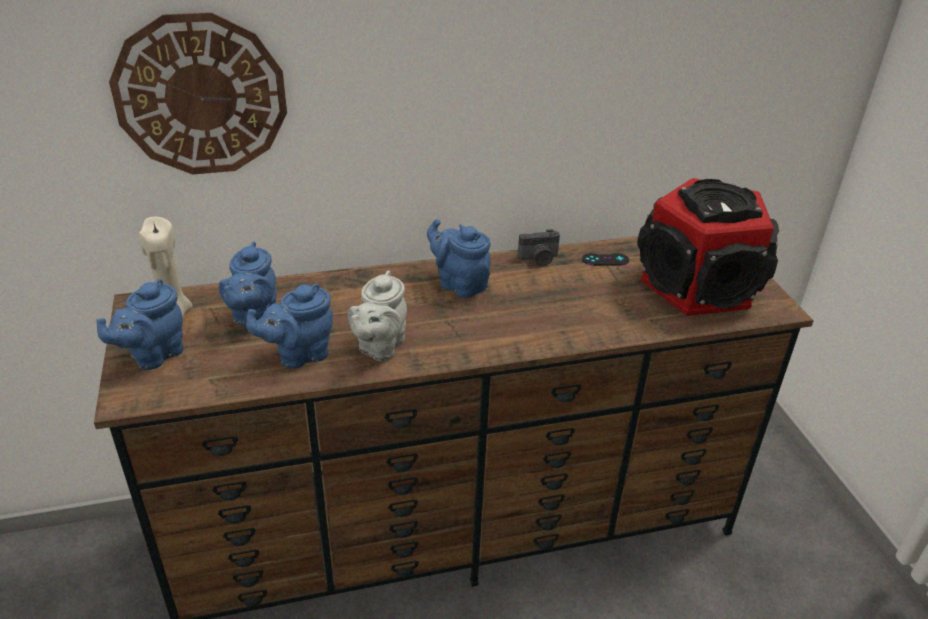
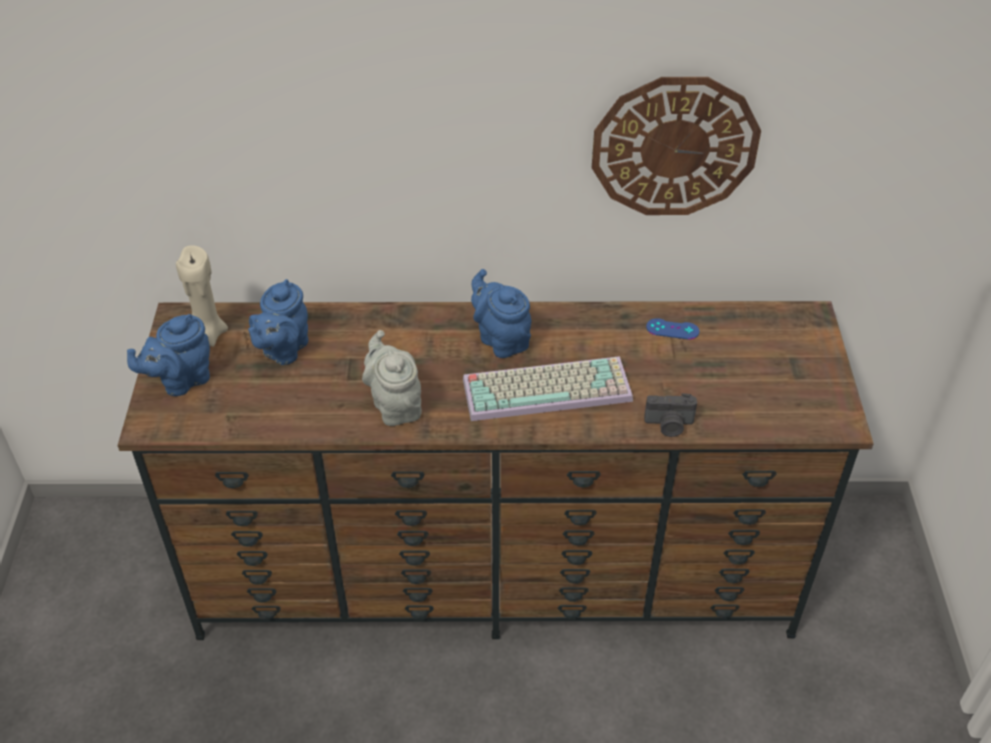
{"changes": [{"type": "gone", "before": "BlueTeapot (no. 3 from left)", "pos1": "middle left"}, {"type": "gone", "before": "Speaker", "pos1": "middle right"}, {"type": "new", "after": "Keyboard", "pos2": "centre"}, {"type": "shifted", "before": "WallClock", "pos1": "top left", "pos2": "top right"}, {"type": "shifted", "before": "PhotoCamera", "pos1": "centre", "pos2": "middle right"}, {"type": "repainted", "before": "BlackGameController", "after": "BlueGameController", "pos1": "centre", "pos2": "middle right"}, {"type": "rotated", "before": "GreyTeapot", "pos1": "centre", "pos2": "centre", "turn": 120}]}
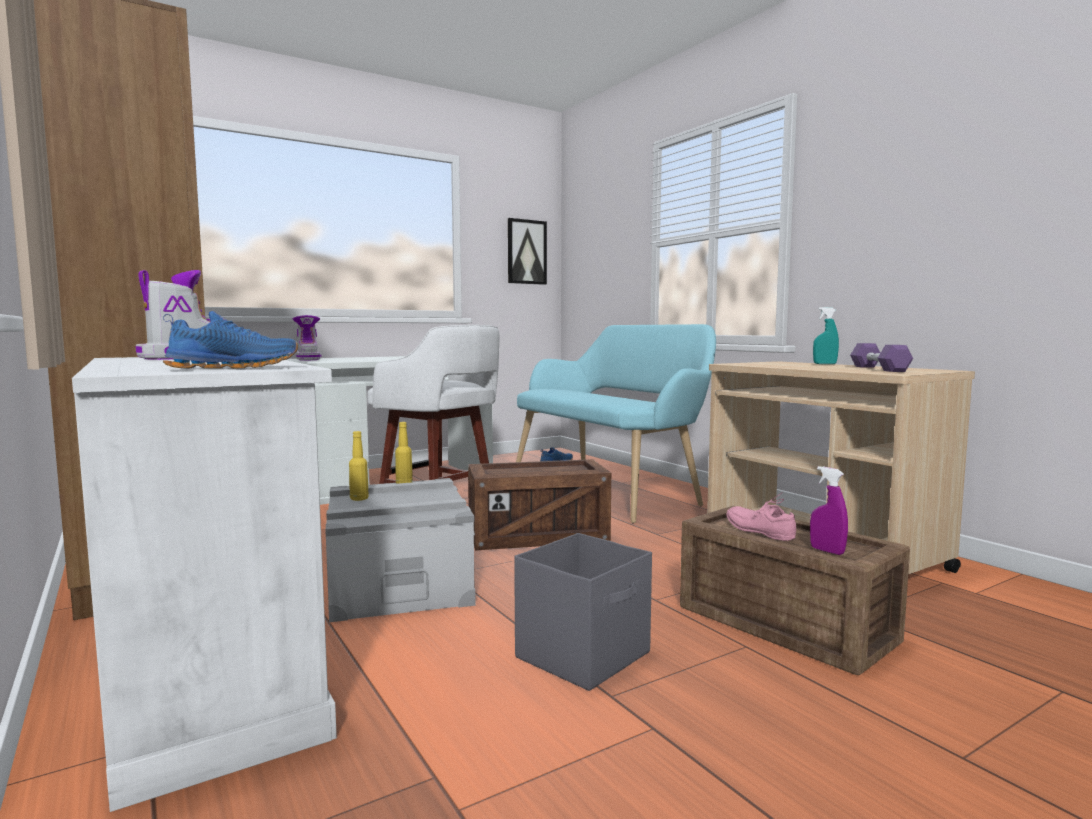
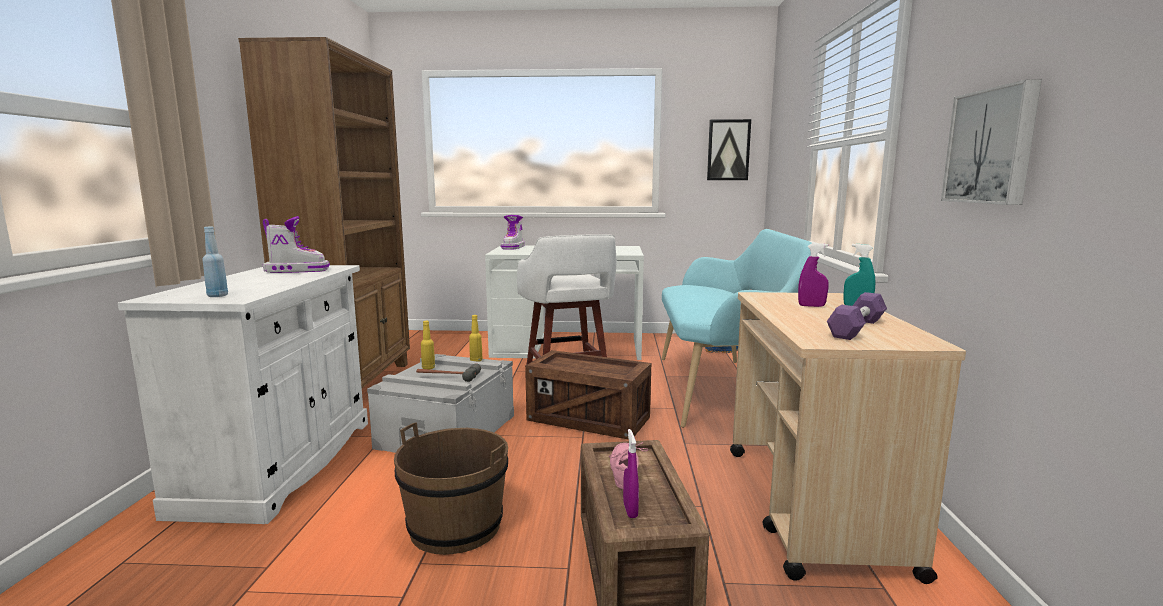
{"changes": [{"type": "new", "after": "Hammer", "pos2": "centre"}, {"type": "new", "after": "PurpleSprayBottle (no. 2 from left)", "pos2": "middle right"}, {"type": "new", "after": "Picture (no. 2 from left)", "pos2": "top right"}, {"type": "swapped", "before": "BlueShoe (no. 1 from left)", "after": "BlueBottle", "pos1": "middle left", "pos2": "middle left"}, {"type": "swapped", "before": "GreyStorageBox (no. 2 from left)", "after": "BrownBucket", "pos1": "bottom centre", "pos2": "bottom centre"}]}
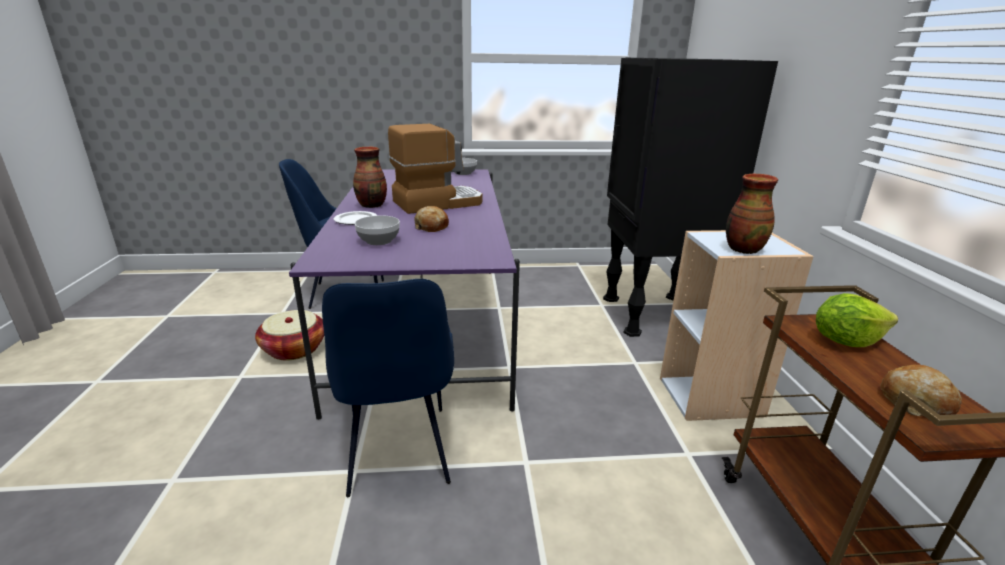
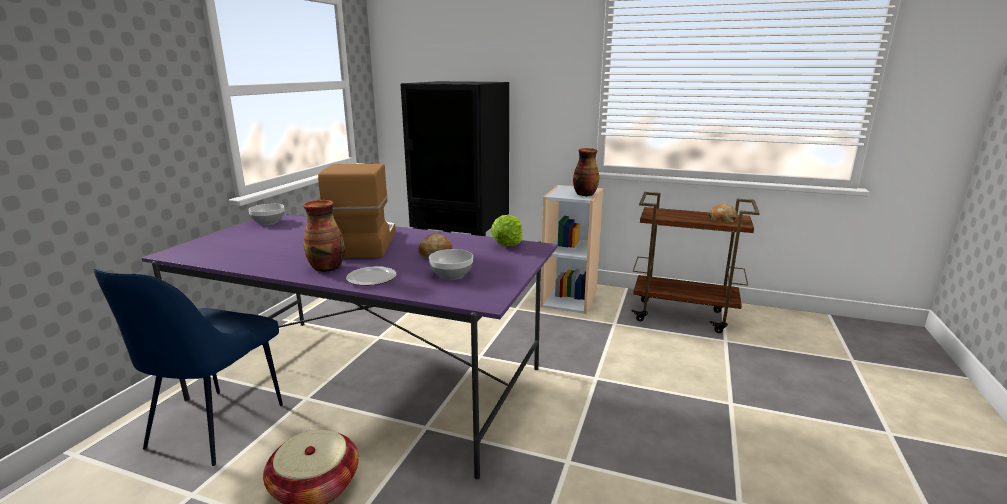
{"changes": [{"type": "gone", "before": "BlueChair (no. 2 from left)", "pos1": "bottom centre"}, {"type": "shifted", "before": "Lettuce", "pos1": "middle right", "pos2": "centre"}]}
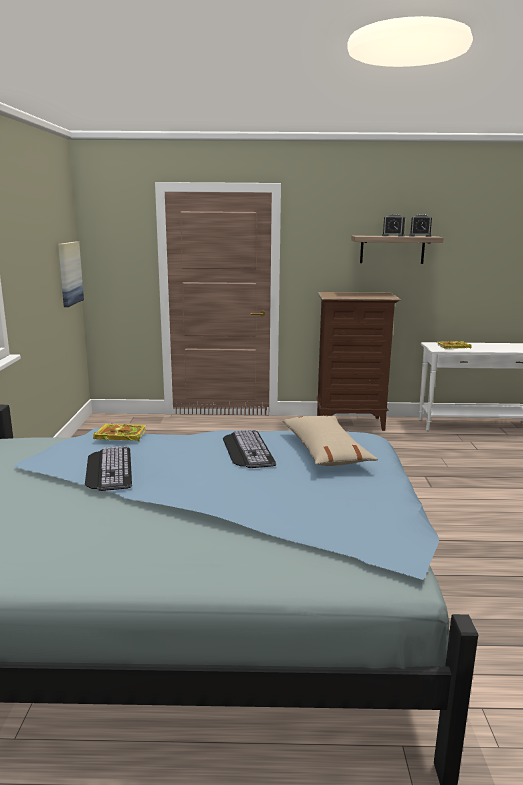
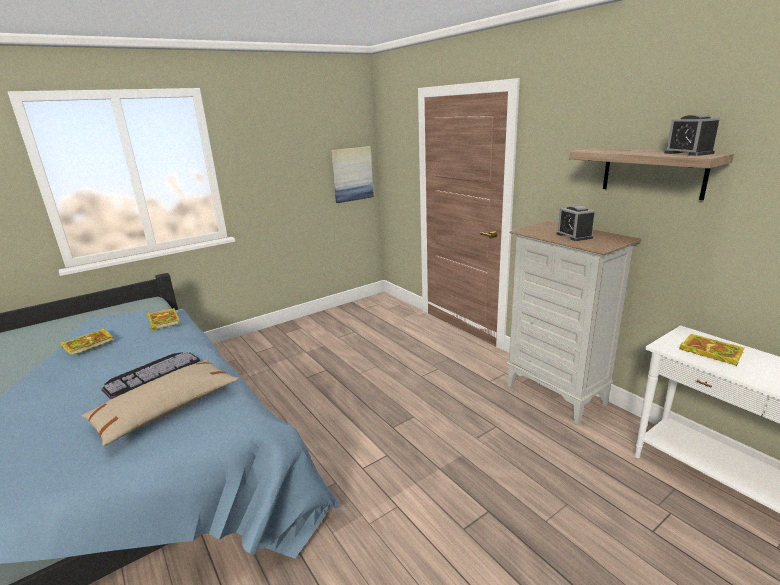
{"changes": [{"type": "shifted", "before": "AlarmClock (no. 1 from left)", "pos1": "top right", "pos2": "middle right"}, {"type": "swapped", "before": "Keyboard (no. 1 from left)", "after": "Book (no. 1 from left)", "pos1": "middle left", "pos2": "middle left"}, {"type": "repainted", "before": "BrownDresser", "after": "WhiteDresser", "pos1": "middle right", "pos2": "middle right"}]}
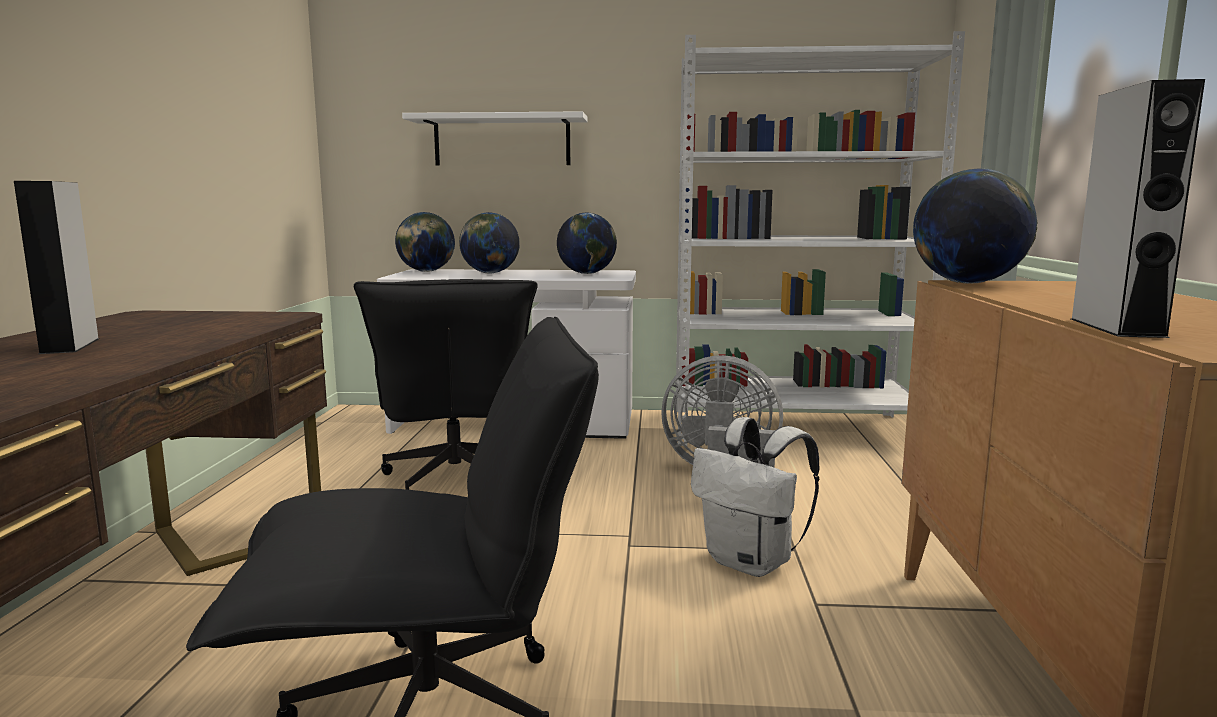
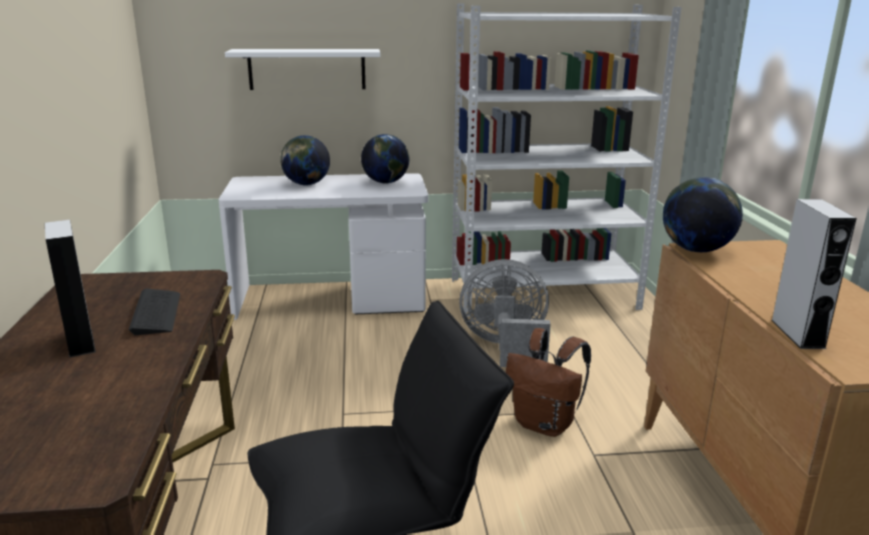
{"changes": [{"type": "gone", "before": "BlackOfficeChair (no. 2 from left)", "pos1": "centre"}, {"type": "gone", "before": "Globe (no. 1 from left)", "pos1": "centre"}, {"type": "new", "after": "Keyboard", "pos2": "middle left"}, {"type": "repainted", "before": "WhiteBackpack", "after": "BrownBackpack", "pos1": "bottom centre", "pos2": "bottom centre"}]}
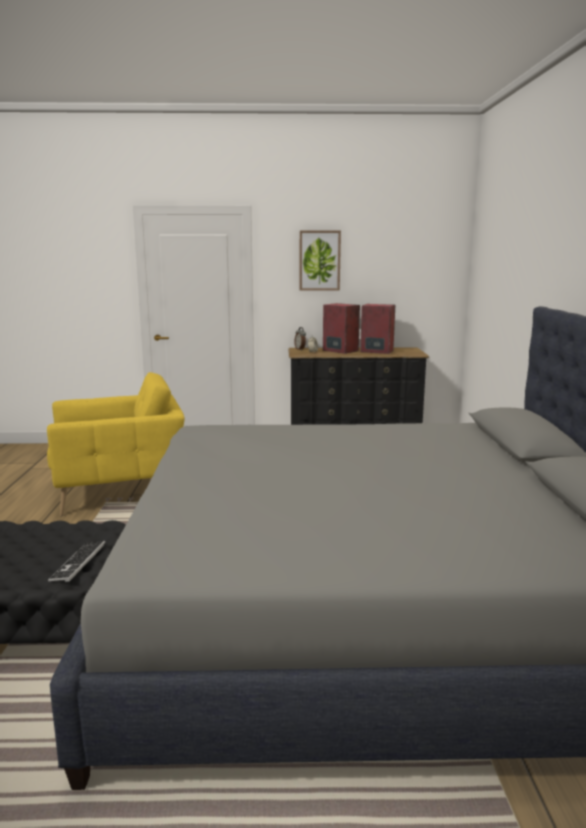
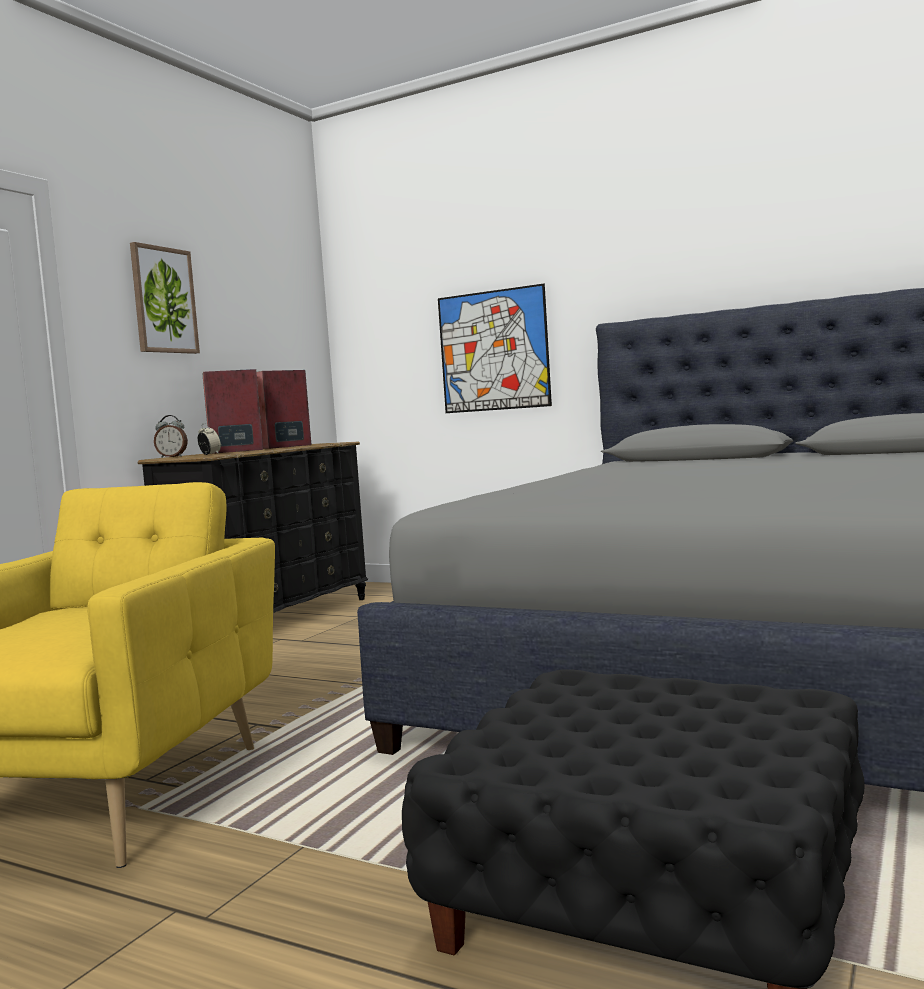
{"changes": [{"type": "gone", "before": "Keyboard", "pos1": "bottom left"}, {"type": "new", "after": "Picture (no. 2 from left)", "pos2": "centre"}]}
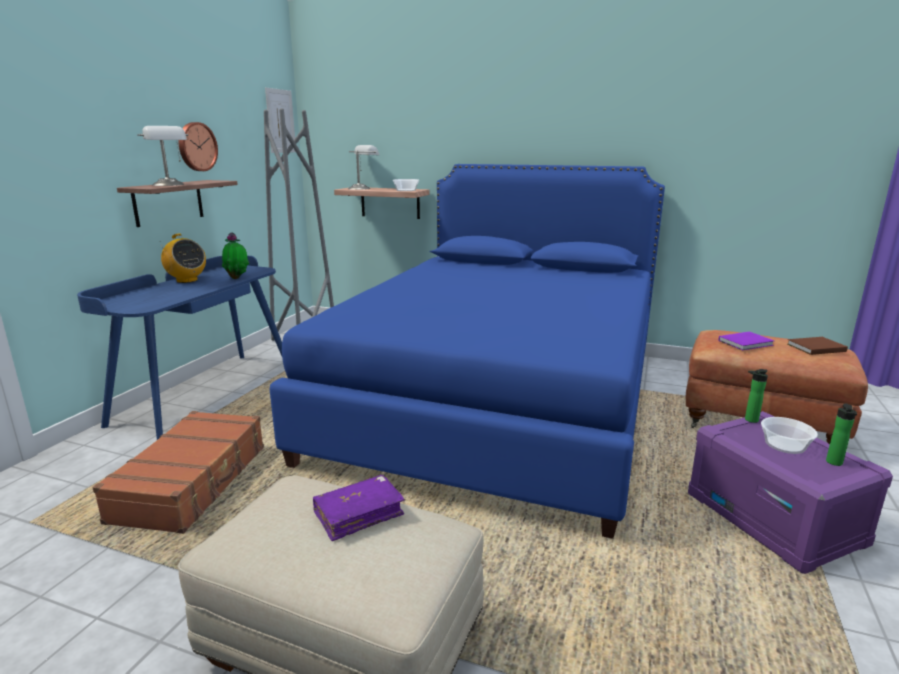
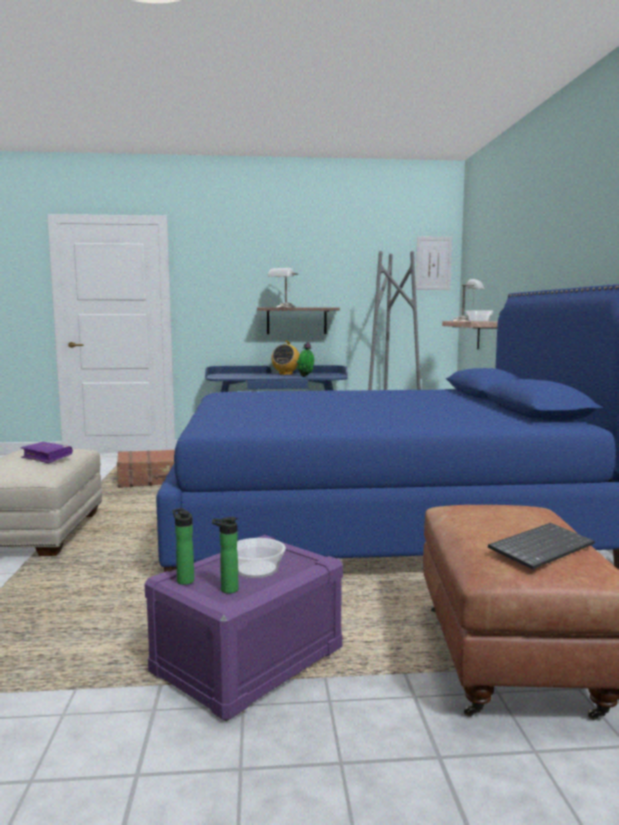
{"changes": [{"type": "gone", "before": "WallClock", "pos1": "top left"}, {"type": "gone", "before": "PurpleBook (no. 2 from left)", "pos1": "middle right"}, {"type": "shifted", "before": "Bottle (no. 1 from left)", "pos1": "middle right", "pos2": "middle left"}, {"type": "swapped", "before": "BrownBook", "after": "Keyboard", "pos1": "middle right", "pos2": "middle right"}]}
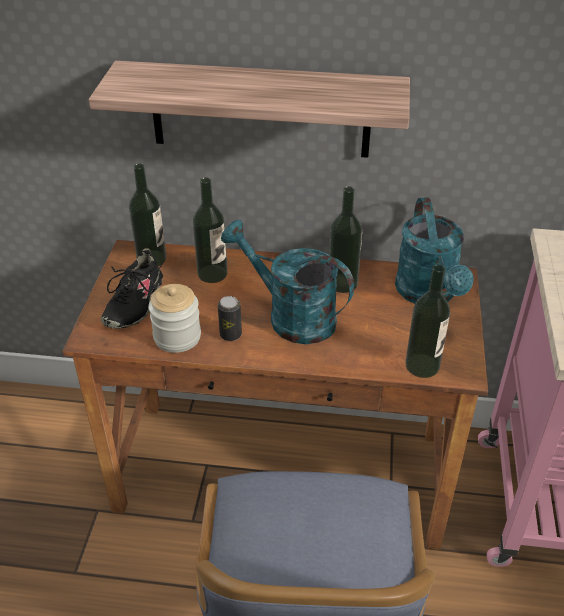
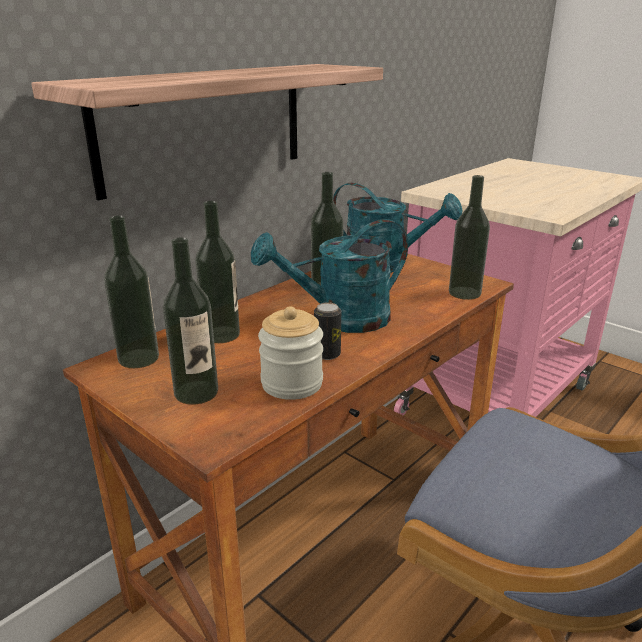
{"changes": [{"type": "swapped", "before": "BlackShoe", "after": "Bottle (no. 2 from left)", "pos1": "middle left", "pos2": "middle left"}]}
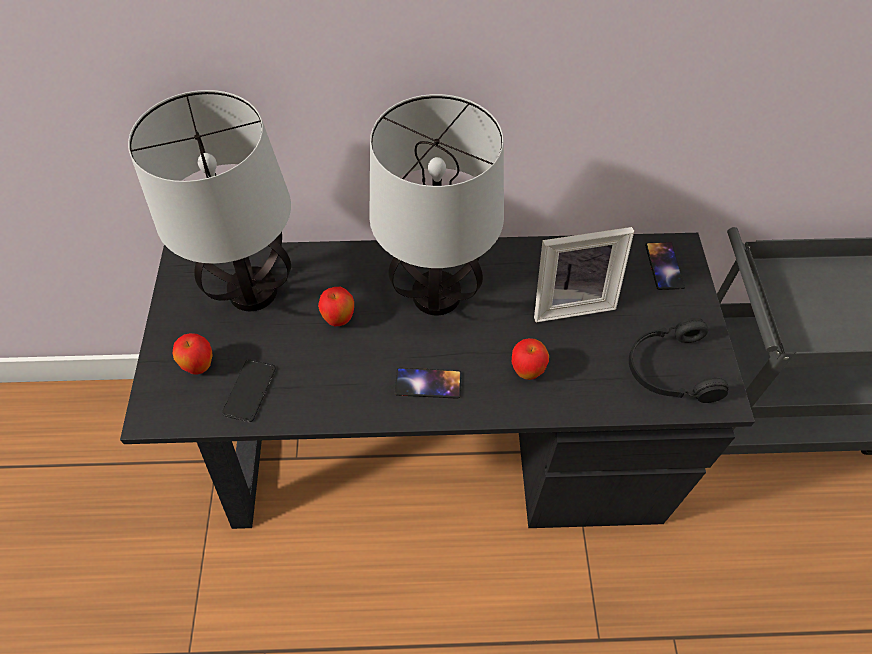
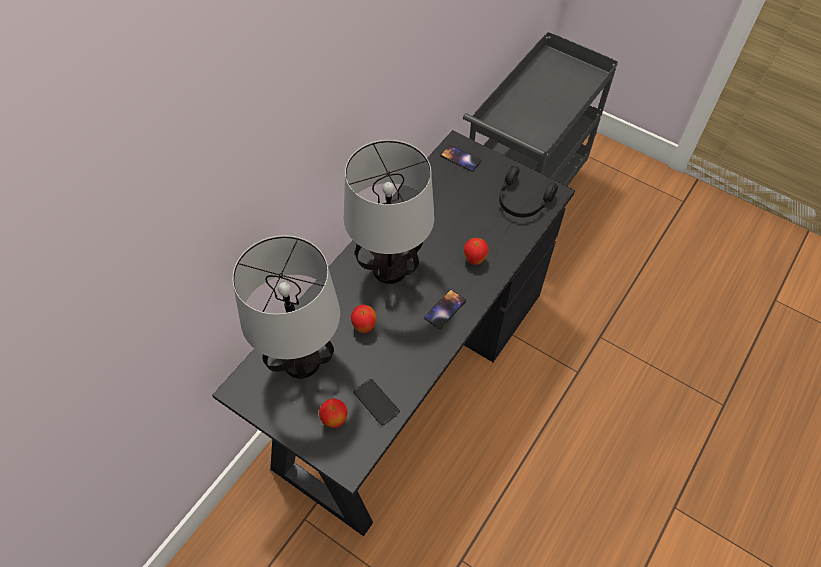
{"changes": [{"type": "gone", "before": "PictureFrame", "pos1": "middle right"}]}
